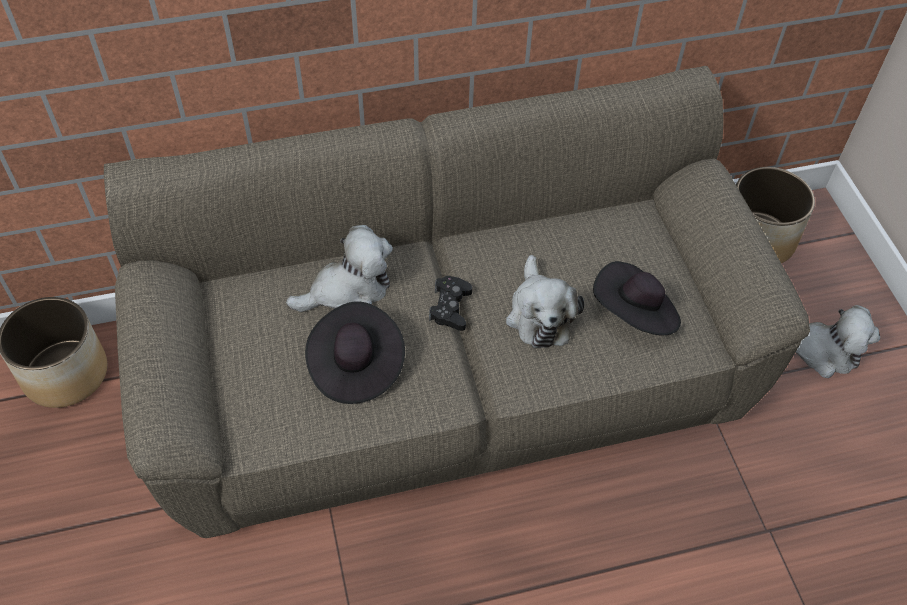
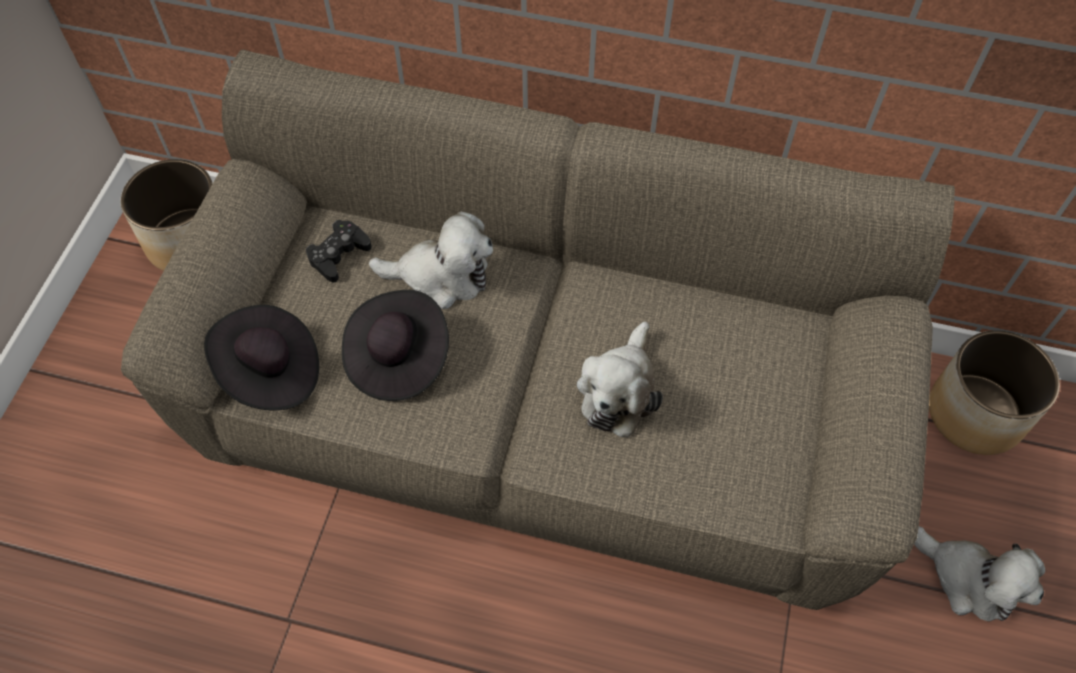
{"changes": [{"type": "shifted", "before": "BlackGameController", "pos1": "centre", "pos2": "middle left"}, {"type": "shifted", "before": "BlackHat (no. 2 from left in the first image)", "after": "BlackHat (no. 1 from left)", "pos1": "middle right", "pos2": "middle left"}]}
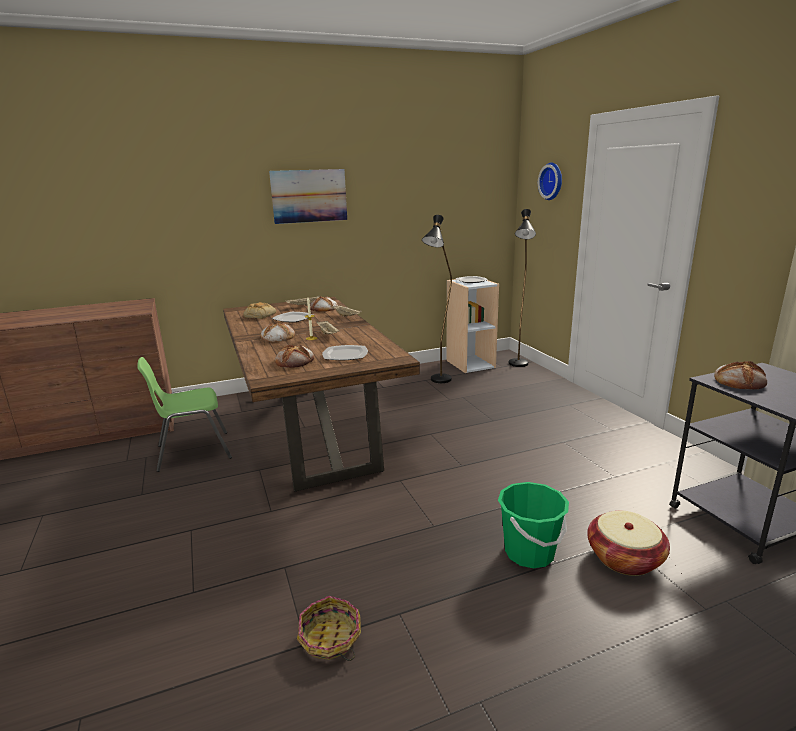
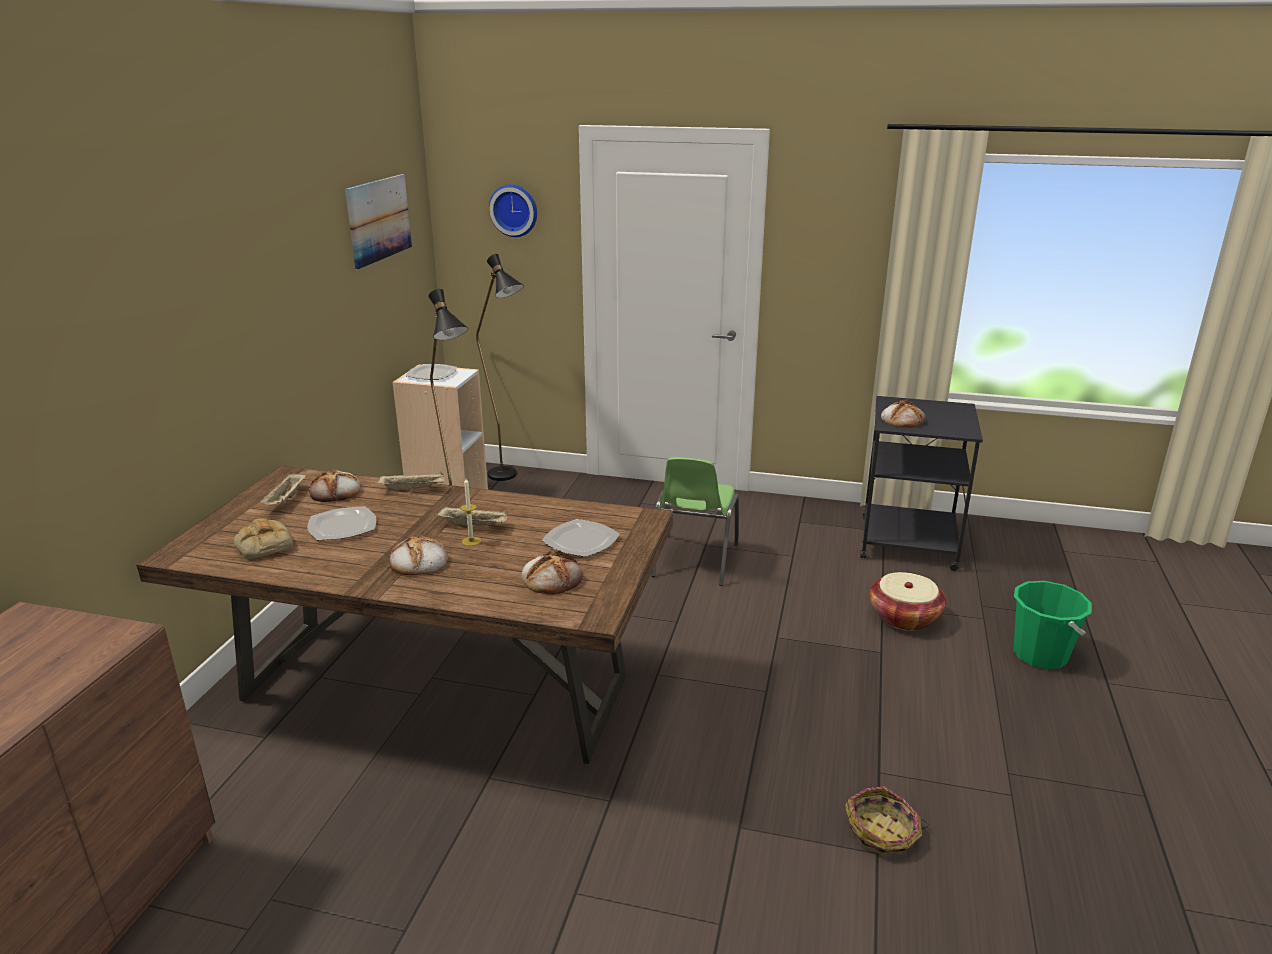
{"changes": [{"type": "shifted", "before": "GreenChair", "pos1": "middle left", "pos2": "centre"}, {"type": "shifted", "before": "Picture", "pos1": "top centre", "pos2": "top left"}, {"type": "shifted", "before": "GreenBucket", "pos1": "bottom right", "pos2": "middle right"}]}
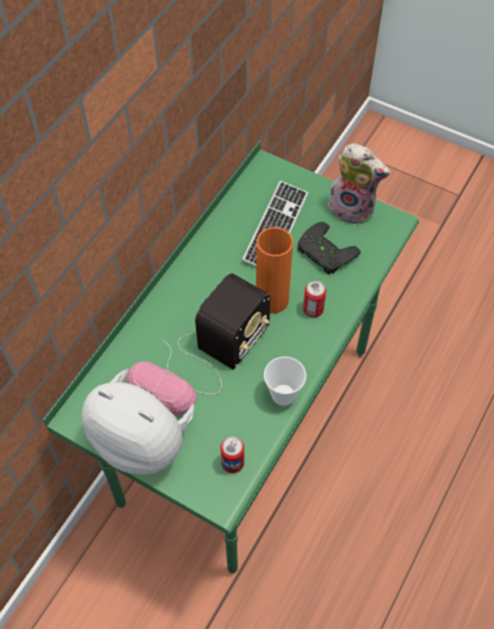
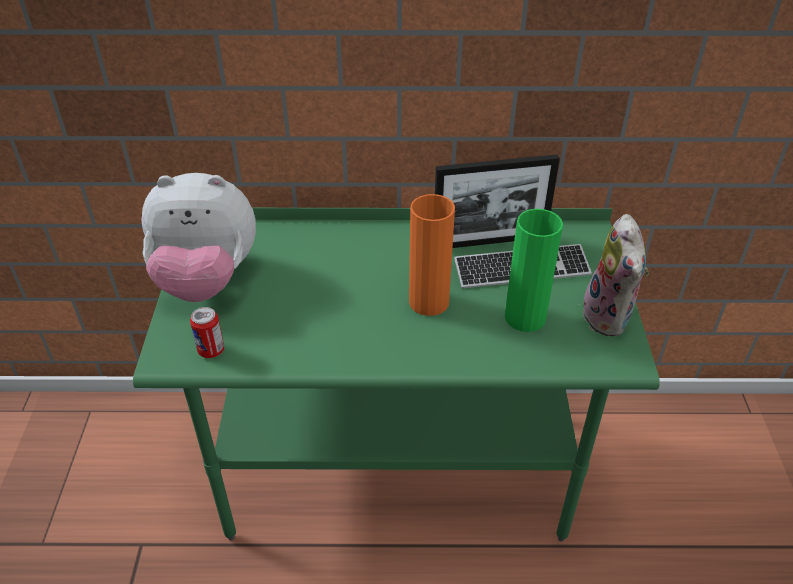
{"changes": [{"type": "gone", "before": "Radio", "pos1": "centre"}, {"type": "gone", "before": "Cup", "pos1": "centre"}, {"type": "gone", "before": "Can (no. 2 from left)", "pos1": "centre"}, {"type": "new", "after": "PictureFrame", "pos2": "centre"}, {"type": "swapped", "before": "BlackGameController", "after": "GreenVase", "pos1": "centre", "pos2": "middle right"}, {"type": "rotated", "before": "PlushToy (no. 1 from left)", "pos1": "middle left", "pos2": "middle left", "turn": 90}]}
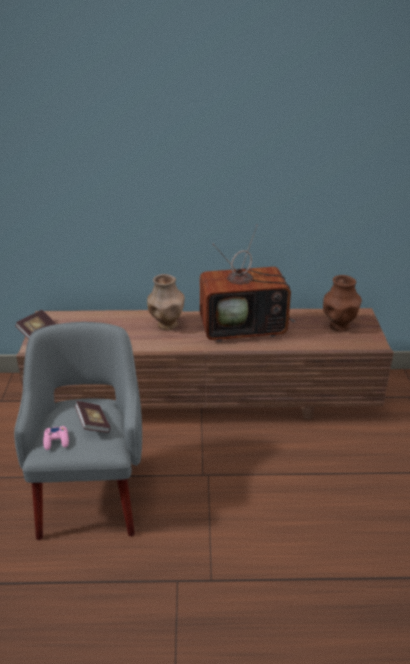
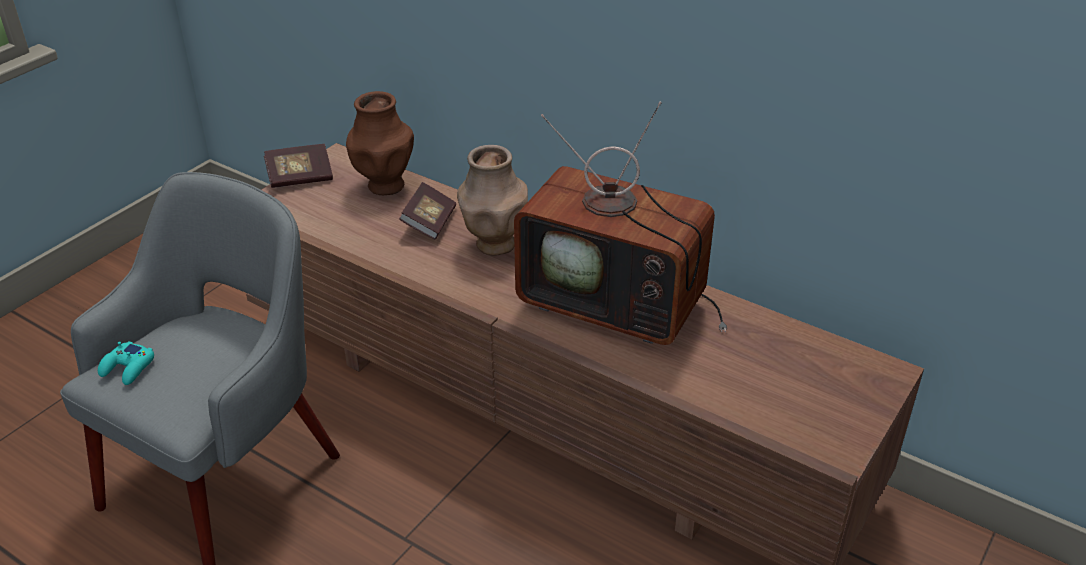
{"changes": [{"type": "shifted", "before": "Book (no. 2 from left)", "pos1": "middle left", "pos2": "centre"}, {"type": "shifted", "before": "BrownVase (no. 2 from left in the first image)", "after": "BrownVase (no. 1 from left)", "pos1": "middle right", "pos2": "top centre"}, {"type": "repainted", "before": "PinkGameController", "after": "TurquoiseGameController", "pos1": "middle left", "pos2": "middle left"}]}
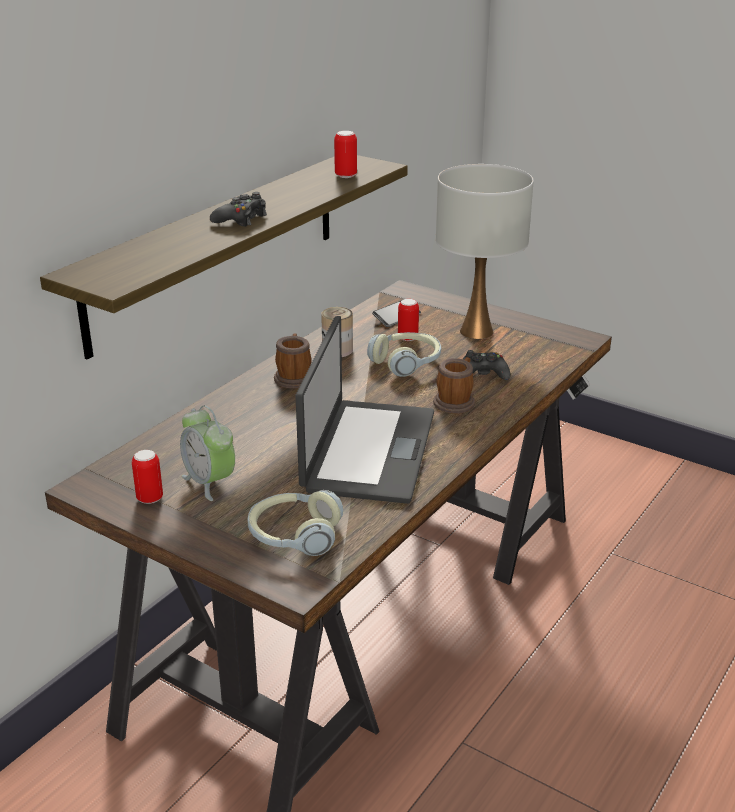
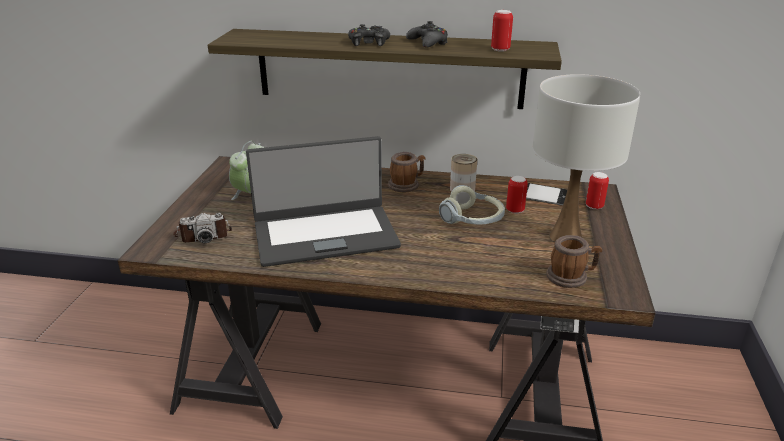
{"changes": [{"type": "shifted", "before": "Can (no. 1 from left in the first image)", "after": "Can (no. 4 from left)", "pos1": "middle left", "pos2": "middle right"}, {"type": "shifted", "before": "Mug (no. 2 from left)", "pos1": "centre", "pos2": "middle right"}, {"type": "shifted", "before": "BlackGameController (no. 2 from left)", "pos1": "centre", "pos2": "top centre"}, {"type": "swapped", "before": "Headphones (no. 1 from left)", "after": "PhotoCamera", "pos1": "centre", "pos2": "middle left"}]}
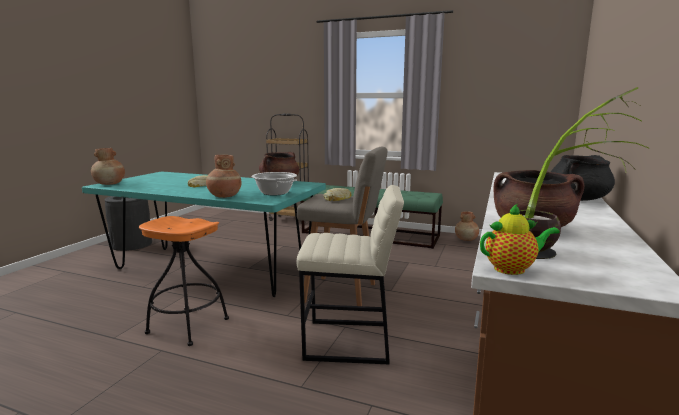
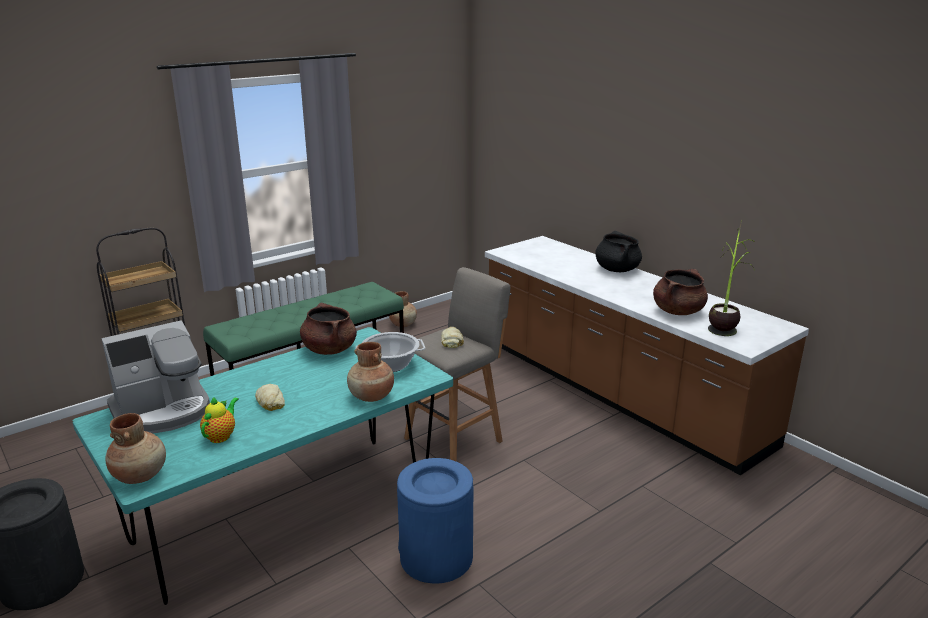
{"changes": [{"type": "gone", "before": "BeigeChair", "pos1": "centre"}, {"type": "new", "after": "CoffeeMachine", "pos2": "middle left"}, {"type": "shifted", "before": "Teapot", "pos1": "middle right", "pos2": "bottom left"}, {"type": "swapped", "before": "OrangeStool", "after": "BlueTrashCan", "pos1": "bottom left", "pos2": "bottom centre"}]}
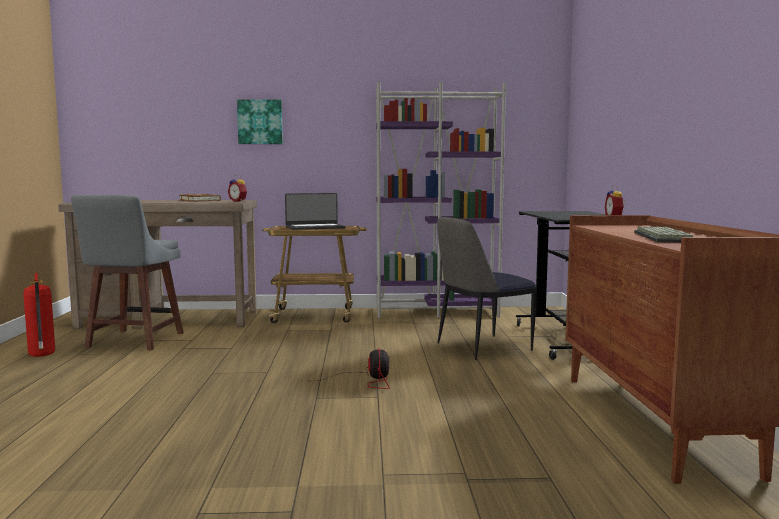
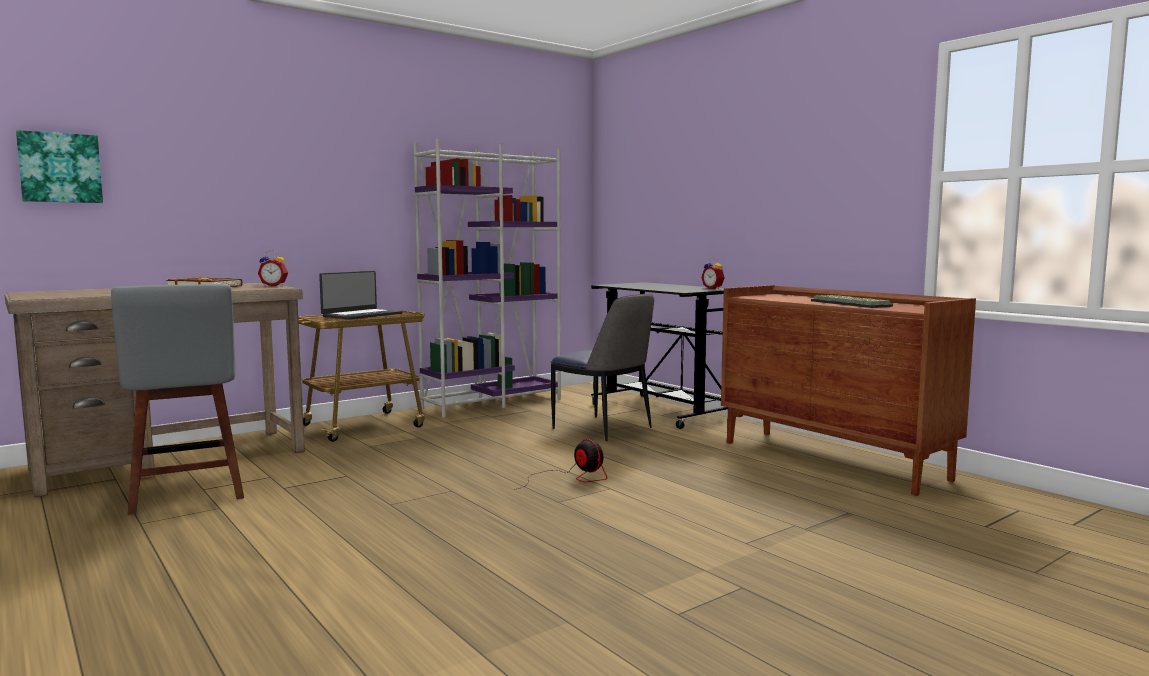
{"changes": [{"type": "gone", "before": "FireExtinguisher", "pos1": "middle left"}, {"type": "shifted", "before": "Picture", "pos1": "top centre", "pos2": "top left"}, {"type": "rotated", "before": "Chair", "pos1": "centre", "pos2": "centre", "turn": -75}]}
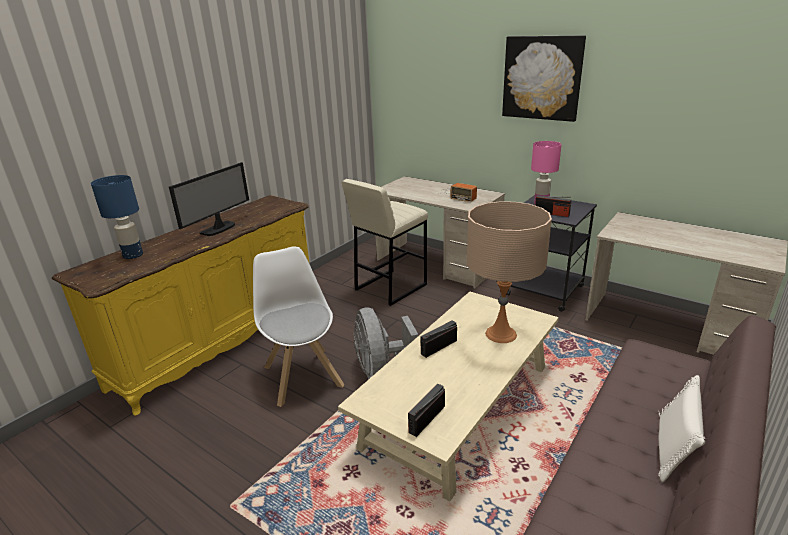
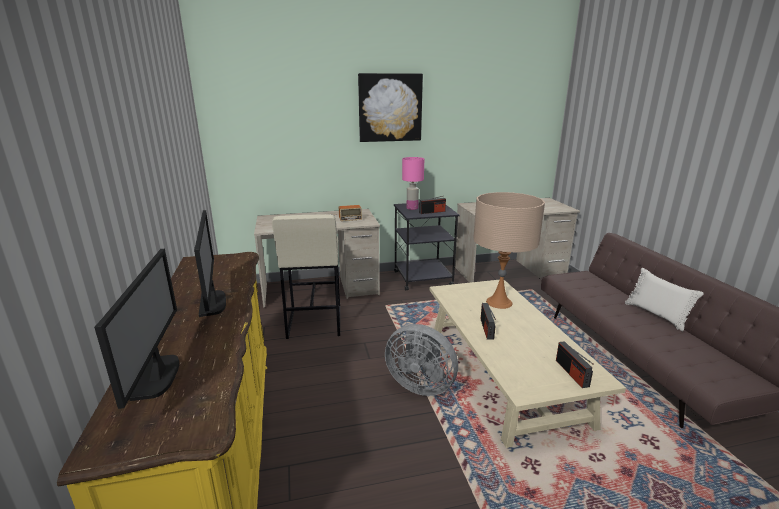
{"changes": [{"type": "gone", "before": "Chair", "pos1": "centre"}, {"type": "swapped", "before": "BlueTableLamp", "after": "Monitor (no. 1 from left)", "pos1": "middle left", "pos2": "middle left"}]}
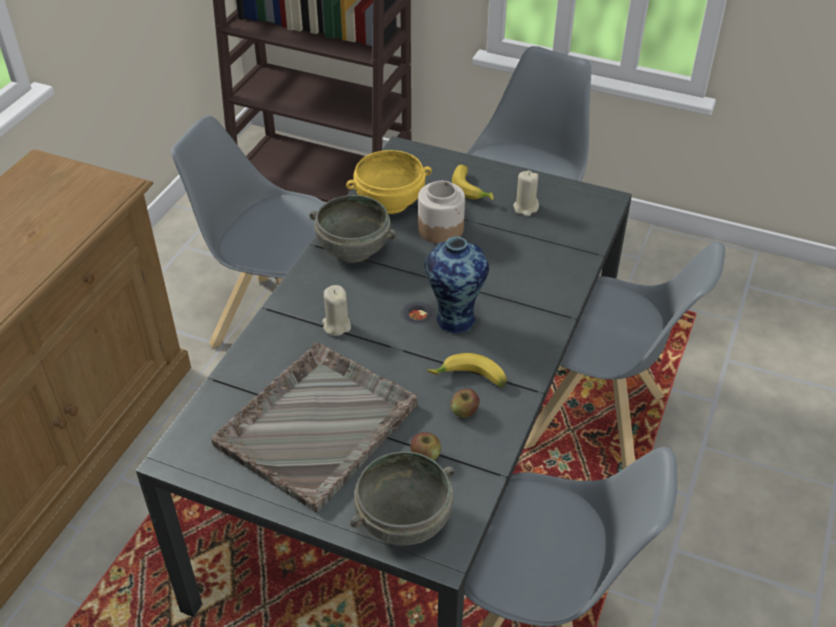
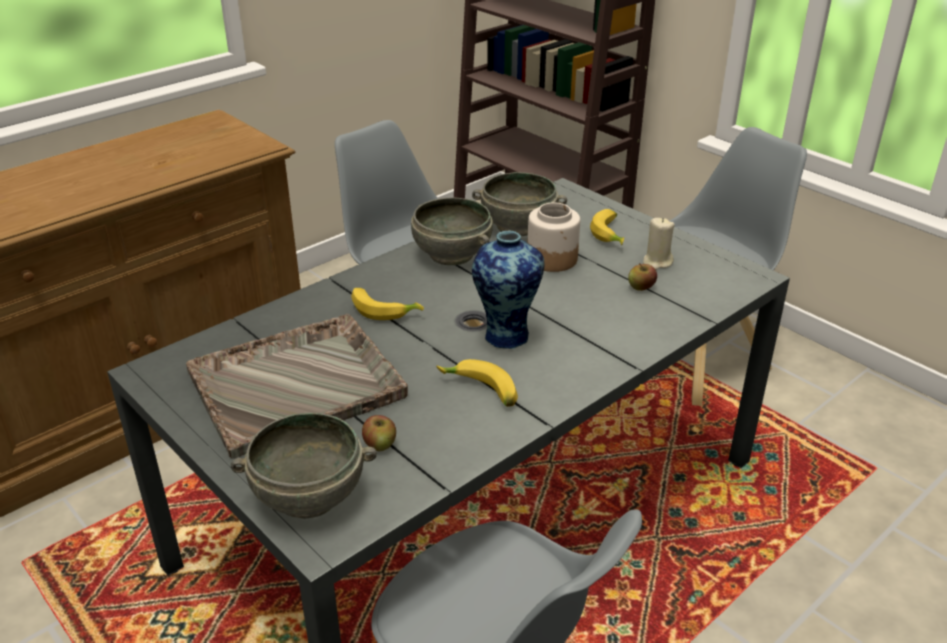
{"changes": [{"type": "gone", "before": "GreyChair (no. 4 from left)", "pos1": "middle right"}, {"type": "shifted", "before": "Apple (no. 2 from left)", "pos1": "centre", "pos2": "middle right"}, {"type": "swapped", "before": "BeigeCandle (no. 1 from left)", "after": "Banana (no. 1 from left)", "pos1": "centre", "pos2": "centre"}, {"type": "repainted", "before": "YellowBowl", "after": "GreyBowl (no. 3 from left)", "pos1": "top centre", "pos2": "top centre"}]}
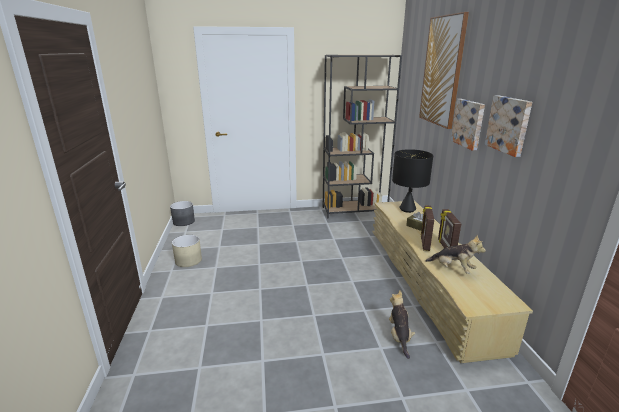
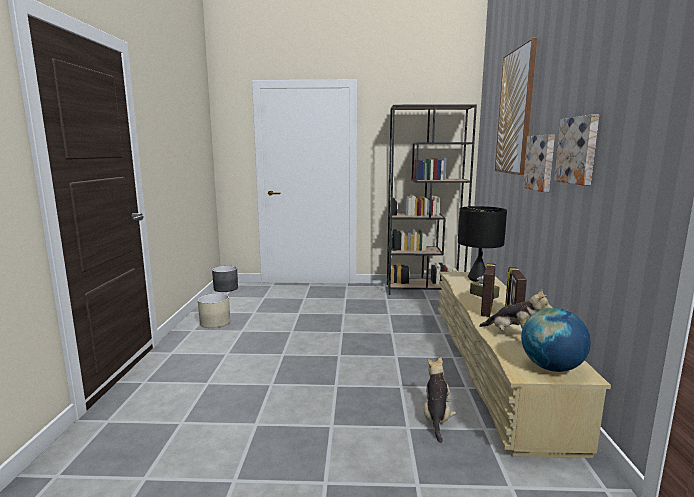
{"changes": [{"type": "new", "after": "Globe", "pos2": "bottom right"}]}
